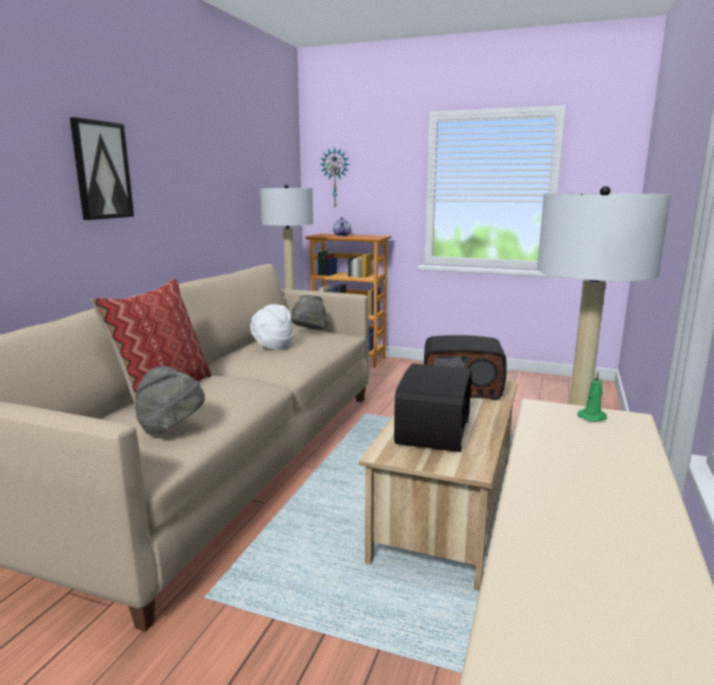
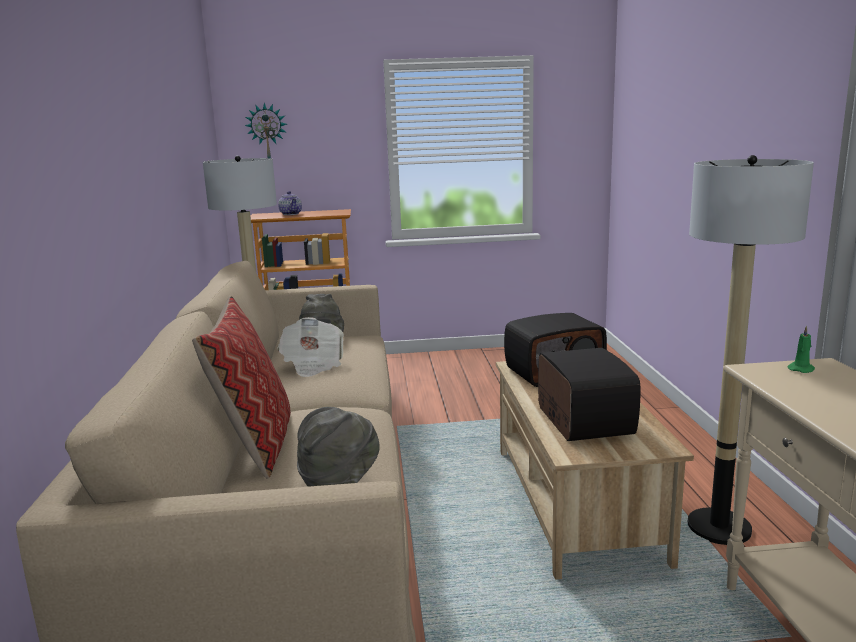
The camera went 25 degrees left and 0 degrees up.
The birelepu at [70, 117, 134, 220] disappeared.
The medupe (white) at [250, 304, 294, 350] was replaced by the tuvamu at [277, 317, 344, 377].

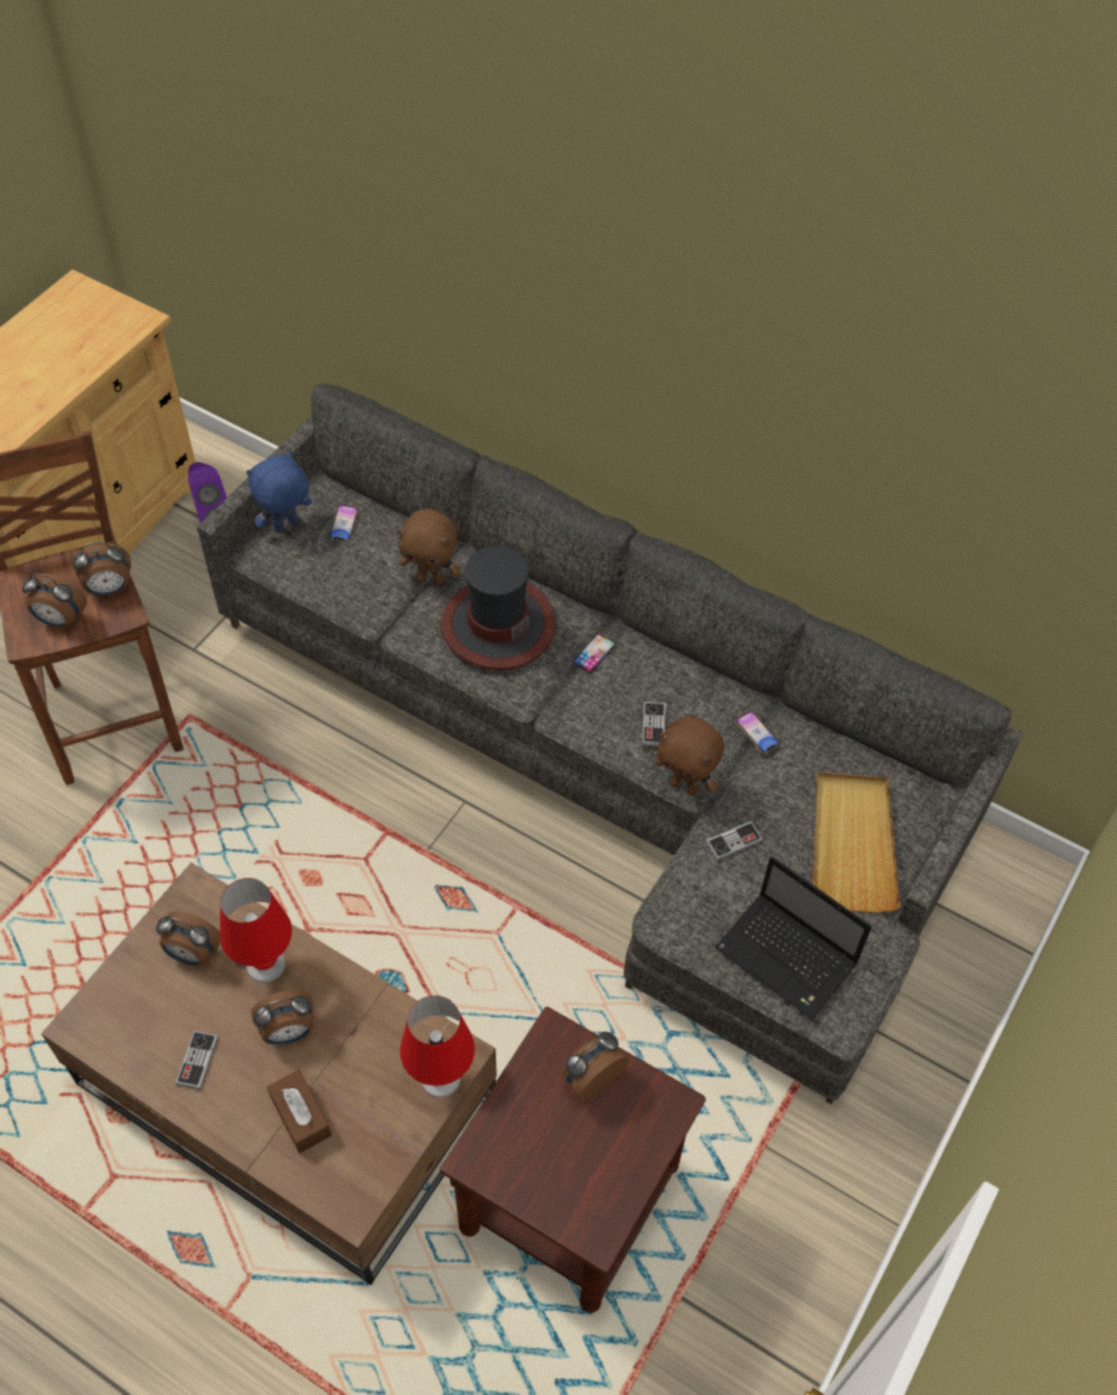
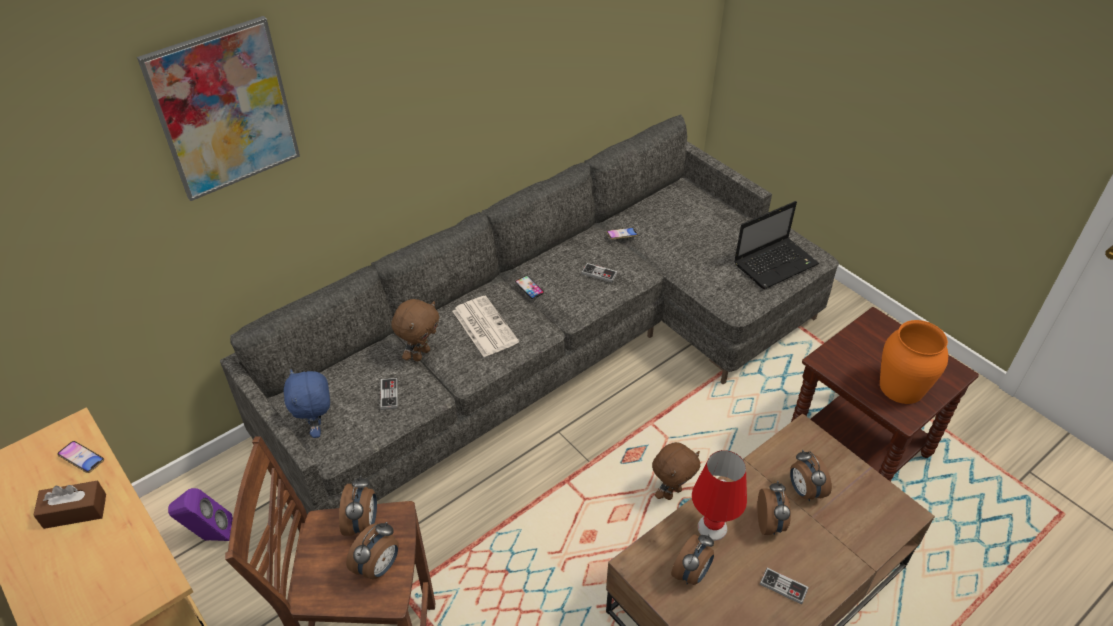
The camera went 70 degrees left and 10 degrees down.
The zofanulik moved from [329, 504, 359, 543] to [57, 441, 104, 473].
The medupe at [440, 546, 556, 670] was replaced by the tuvamu at [453, 296, 519, 357].
The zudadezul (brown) moved from [655, 716, 724, 795] to [652, 442, 700, 500].
The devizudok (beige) at [813, 772, 900, 913] disappeared.
The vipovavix moved from [706, 821, 763, 861] to [381, 378, 398, 410].
The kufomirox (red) at [400, 995, 475, 1098] disappeared.
The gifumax moved from [563, 1032, 629, 1103] to [790, 450, 832, 501].
The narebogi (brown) moved from [267, 1070, 332, 1153] to [33, 481, 106, 529].
The birelepu at [137, 16, 300, 201] appeared.
The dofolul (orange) at [880, 320, 948, 404] appeared.

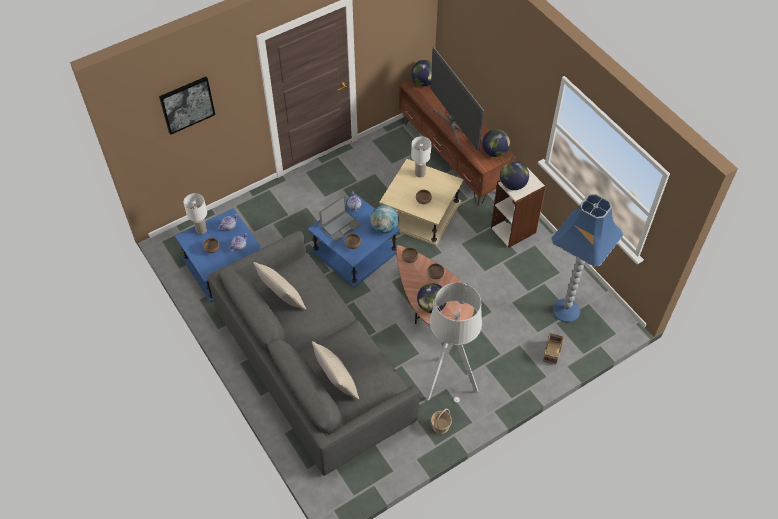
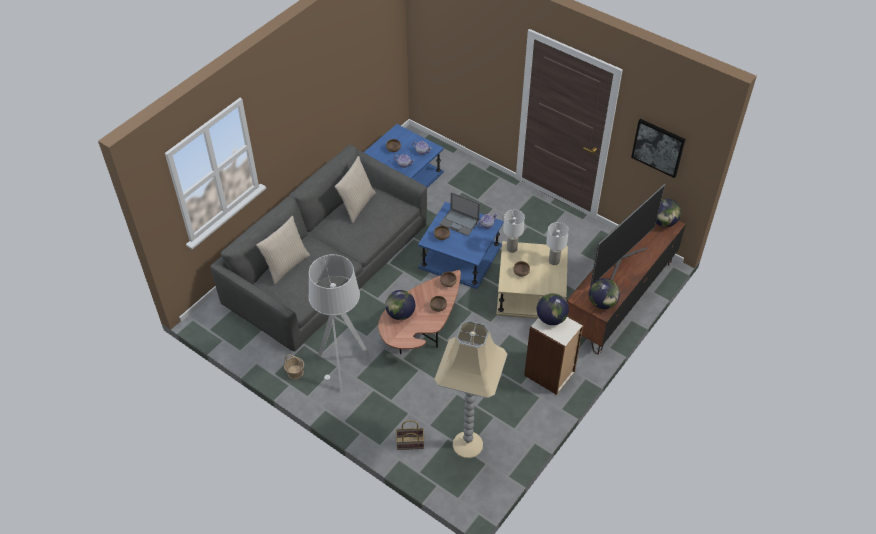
The camera went 70 degrees right and 5 degrees down.
The birelepu moved from [159, 77, 215, 135] to [631, 119, 686, 178].
The kufomirox (white) moved from [183, 193, 207, 234] to [503, 210, 525, 253].
The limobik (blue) at [551, 194, 623, 322] became the limobik (beige) at [434, 321, 508, 458].
The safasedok at [370, 205, 399, 234] disappeared.

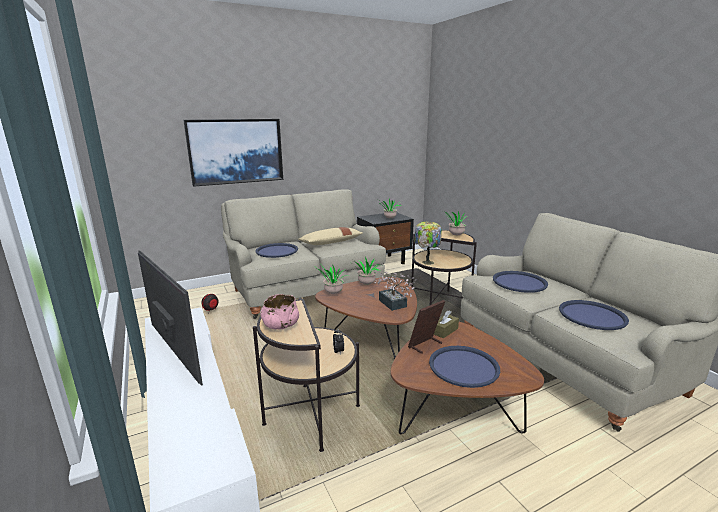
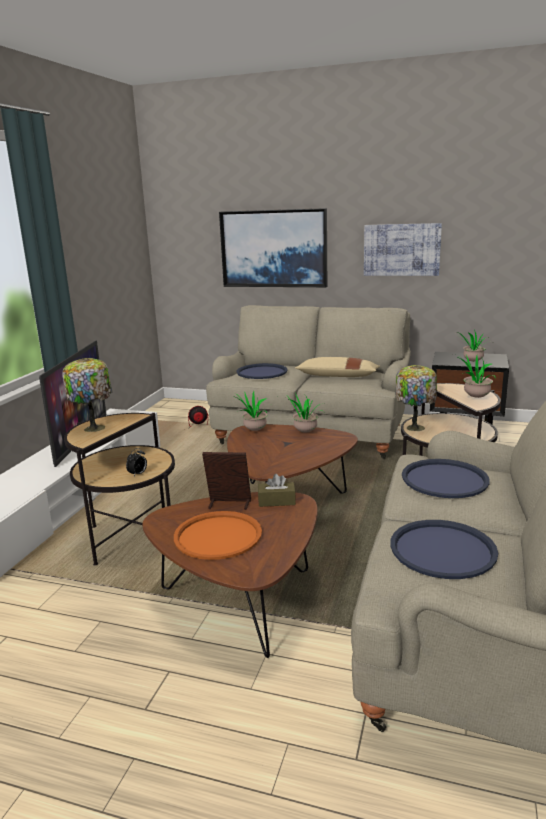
The camera went 45 degrees right and 0 degrees up.
The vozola at [374, 272, 416, 311] disappeared.
The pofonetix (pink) at [260, 294, 299, 329] was replaced by the kufomirox at [62, 358, 112, 432].
The devizudok (blue) at [429, 346, 500, 388] became the devizudok (orange) at [174, 511, 262, 560].
The birelepu at [364, 223, 442, 276] appeared.

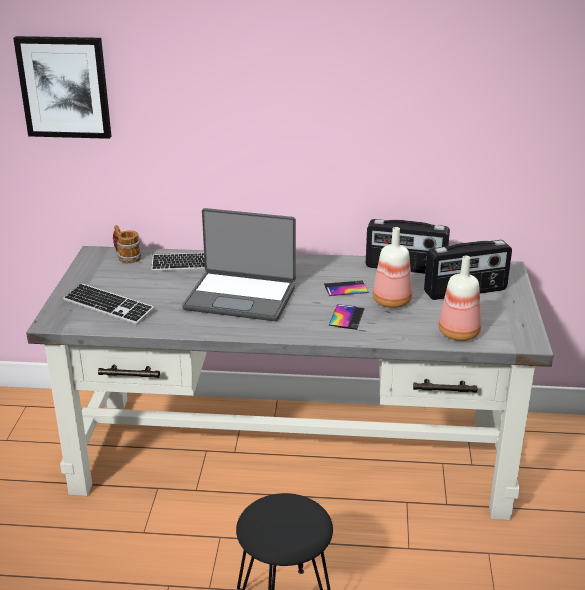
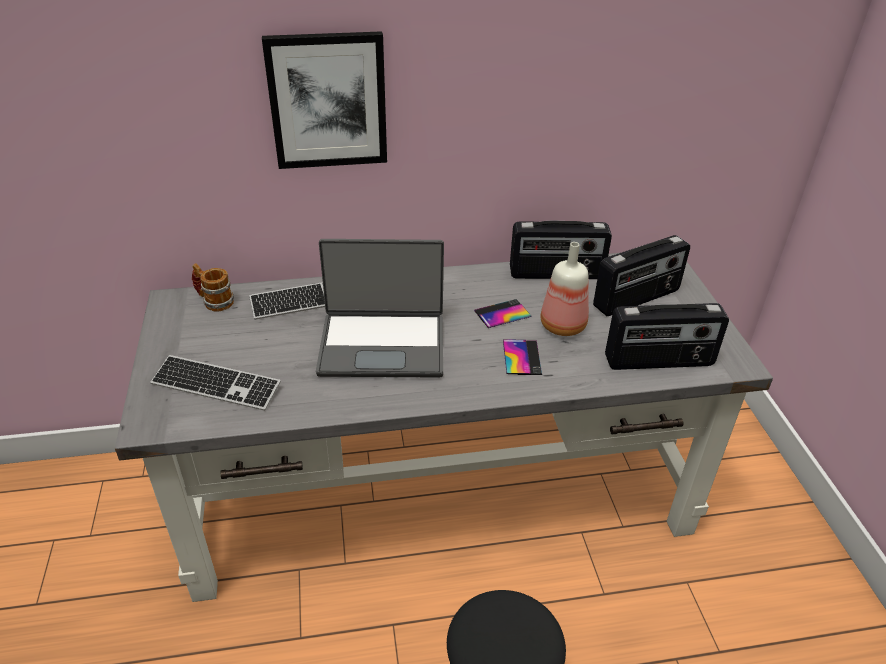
The camera went 15 degrees left and 10 degrees up.
The birelepu moved from [13, 36, 111, 139] to [262, 31, 387, 169].
The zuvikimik at [439, 256, 481, 341] was replaced by the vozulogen at [605, 303, 729, 370].

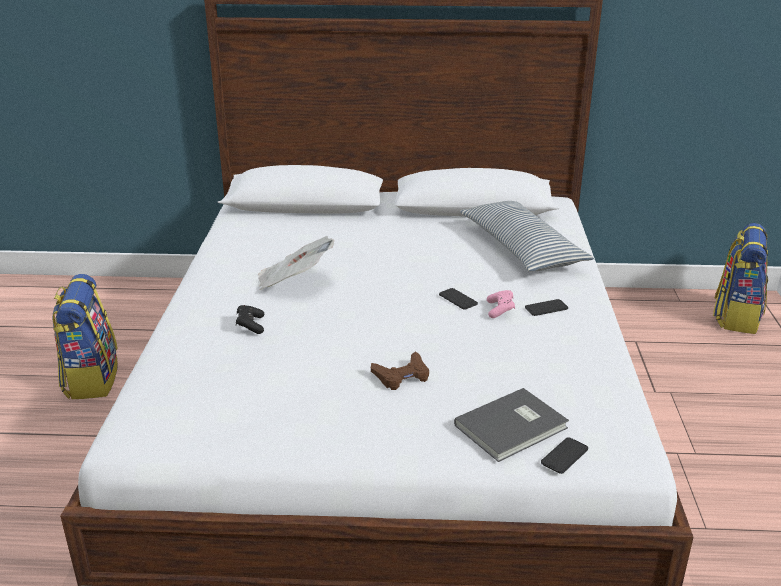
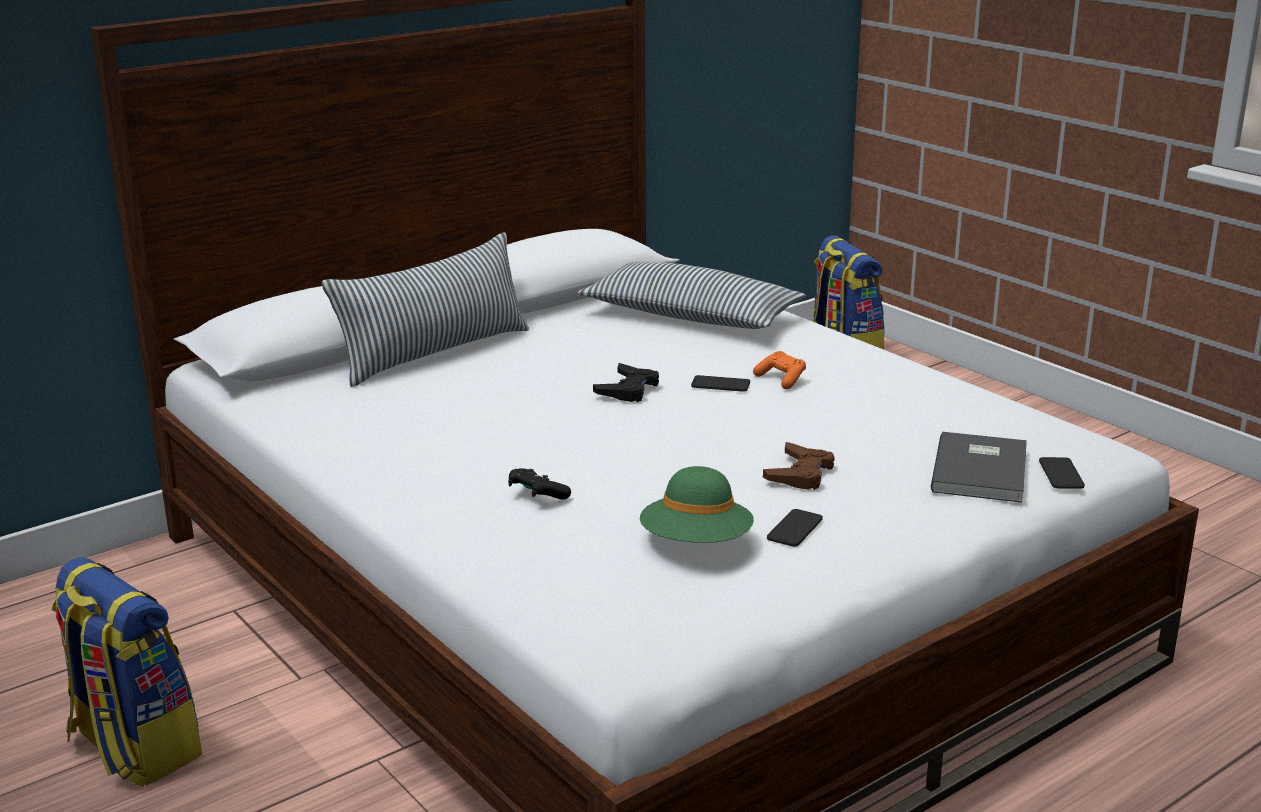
The camera went 40 degrees left and 5 degrees down.
The tuvamu at [258, 236, 334, 290] disappeared.
The vipovavix (pink) at [487, 290, 515, 318] became the vipovavix (orange) at [753, 351, 806, 389].
The zofanulik moved from [525, 299, 568, 316] to [767, 509, 823, 547].
The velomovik at [322, 233, 529, 387] appeared.
The vipovavix (black) at [593, 363, 659, 402] appeared.
The medupe (green) at [640, 466, 754, 543] appeared.

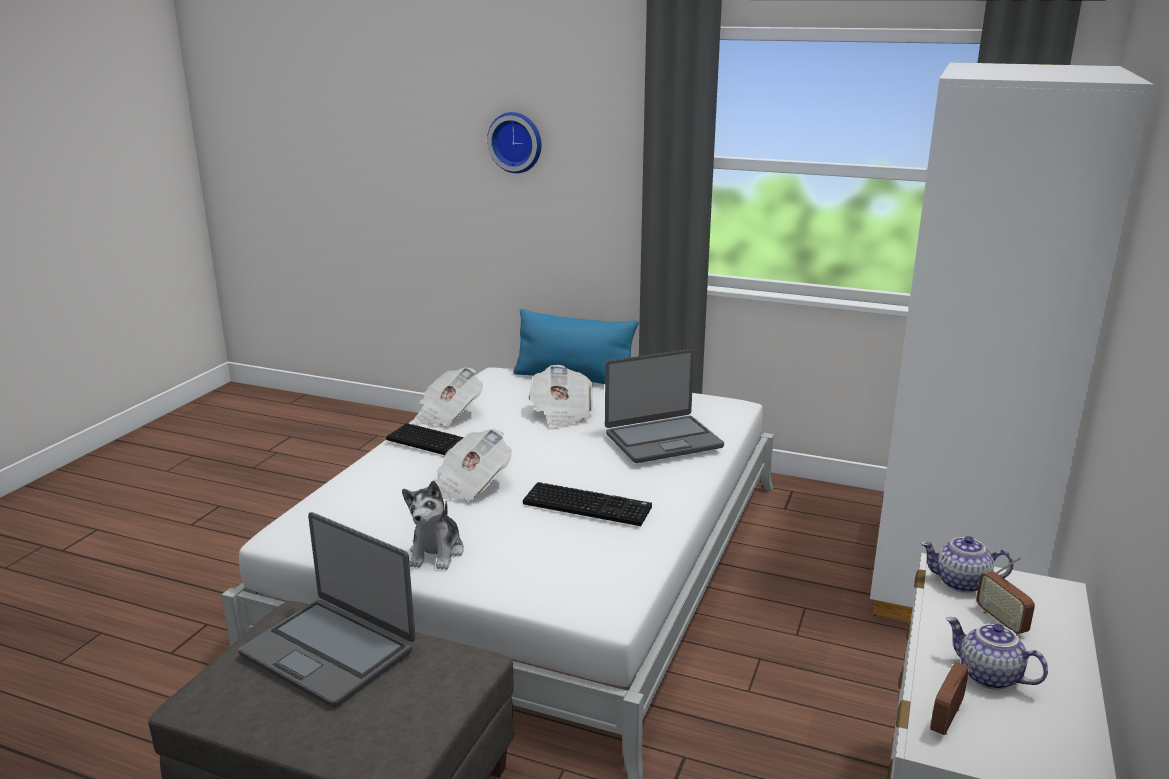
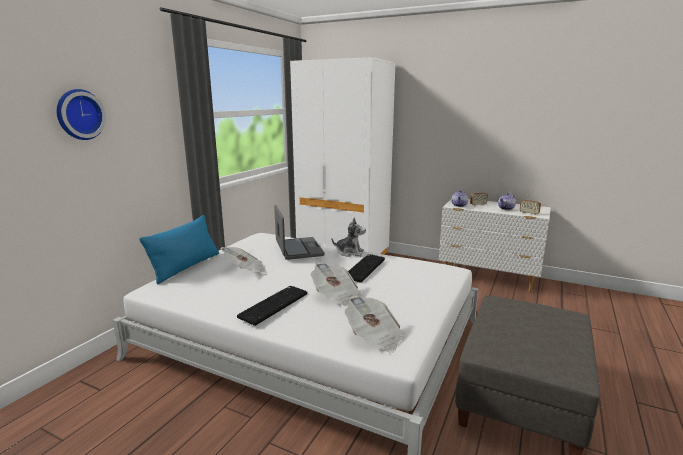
The camera went 85 degrees left and 5 degrees down.
The tuvamu moved from [414, 367, 483, 425] to [345, 296, 404, 353].
The zudadezul moved from [402, 481, 464, 570] to [331, 218, 366, 257].
The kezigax at [239, 512, 415, 708] disappeared.

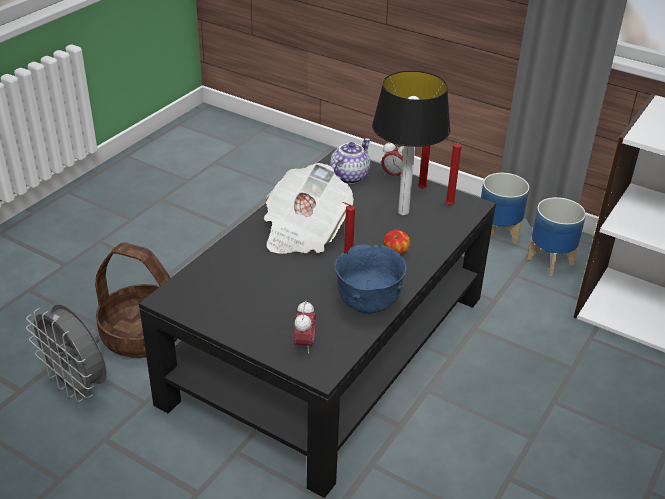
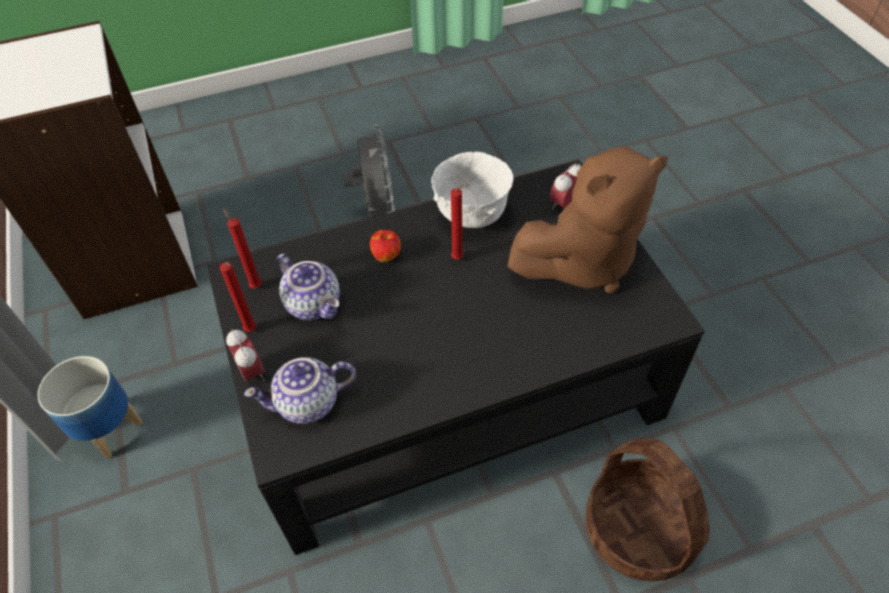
The camera went 140 degrees left and 15 degrees up.
The kufomirox at [372, 71, 451, 215] was replaced by the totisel at [277, 253, 340, 320].
The tuvamu at [264, 163, 354, 254] disappeared.
The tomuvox at [527, 197, 586, 276] disappeared.
The pofonetix (blue) at [334, 245, 407, 314] became the pofonetix (white) at [431, 152, 513, 228].
The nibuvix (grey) moved from [26, 304, 107, 402] to [343, 125, 395, 219].
The zudadezul (brown) at [507, 146, 668, 293] appeared.

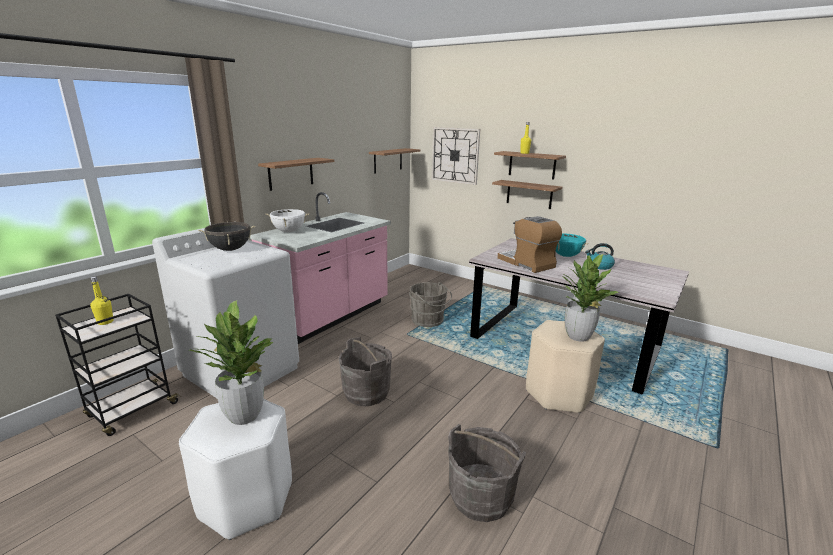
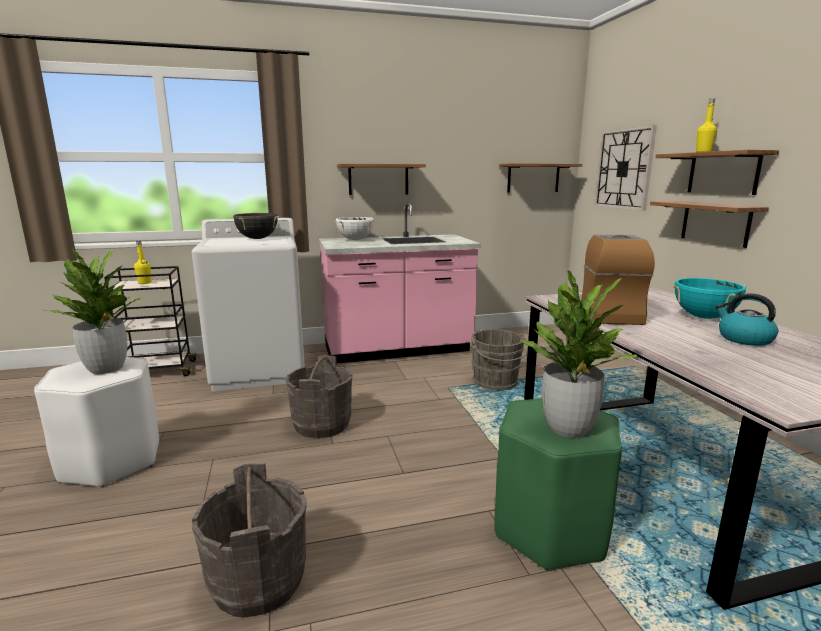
The camera went 40 degrees right and 5 degrees down.
The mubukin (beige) at [526, 320, 605, 413] became the mubukin (green) at [495, 398, 622, 570].

